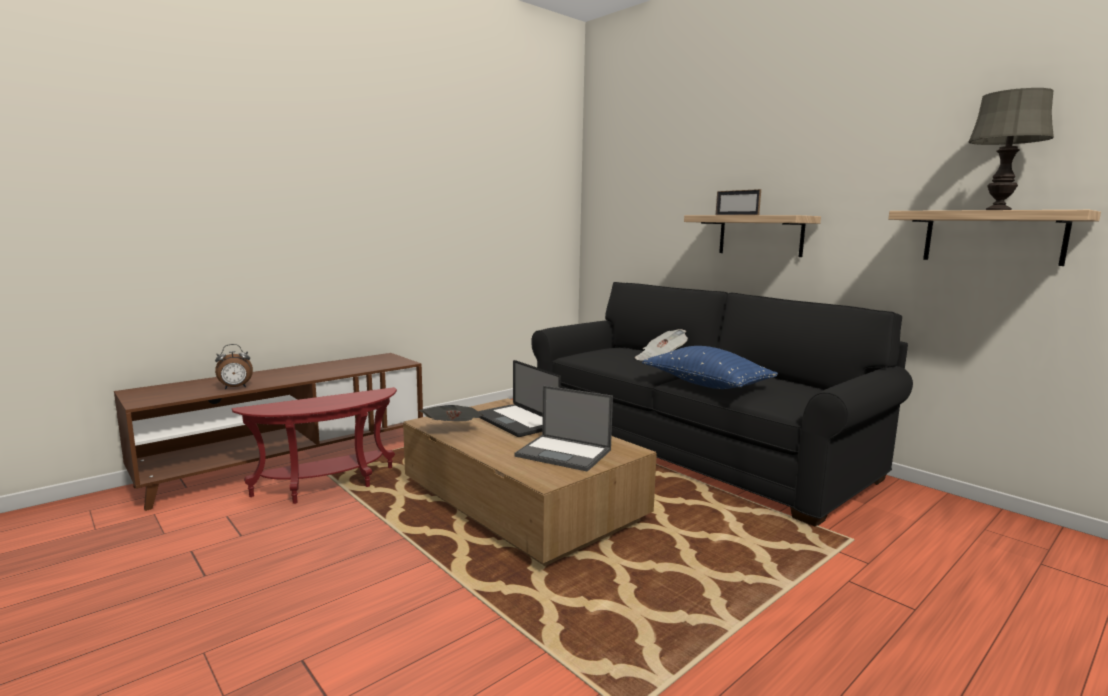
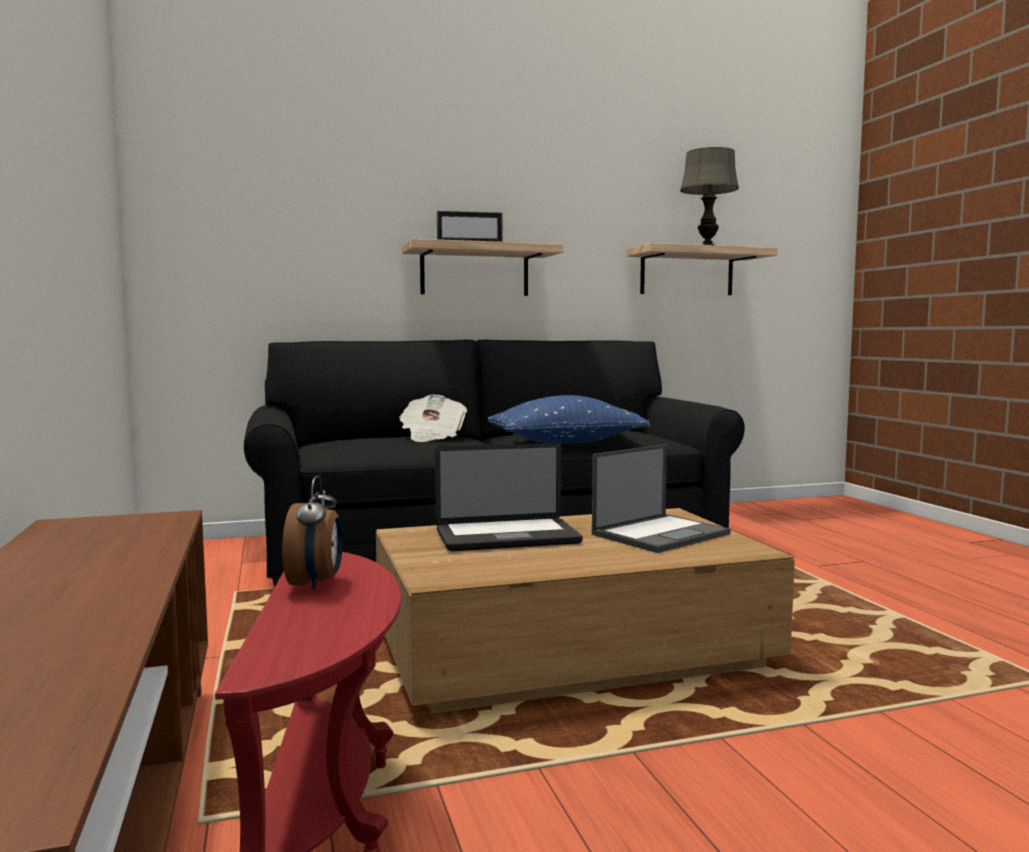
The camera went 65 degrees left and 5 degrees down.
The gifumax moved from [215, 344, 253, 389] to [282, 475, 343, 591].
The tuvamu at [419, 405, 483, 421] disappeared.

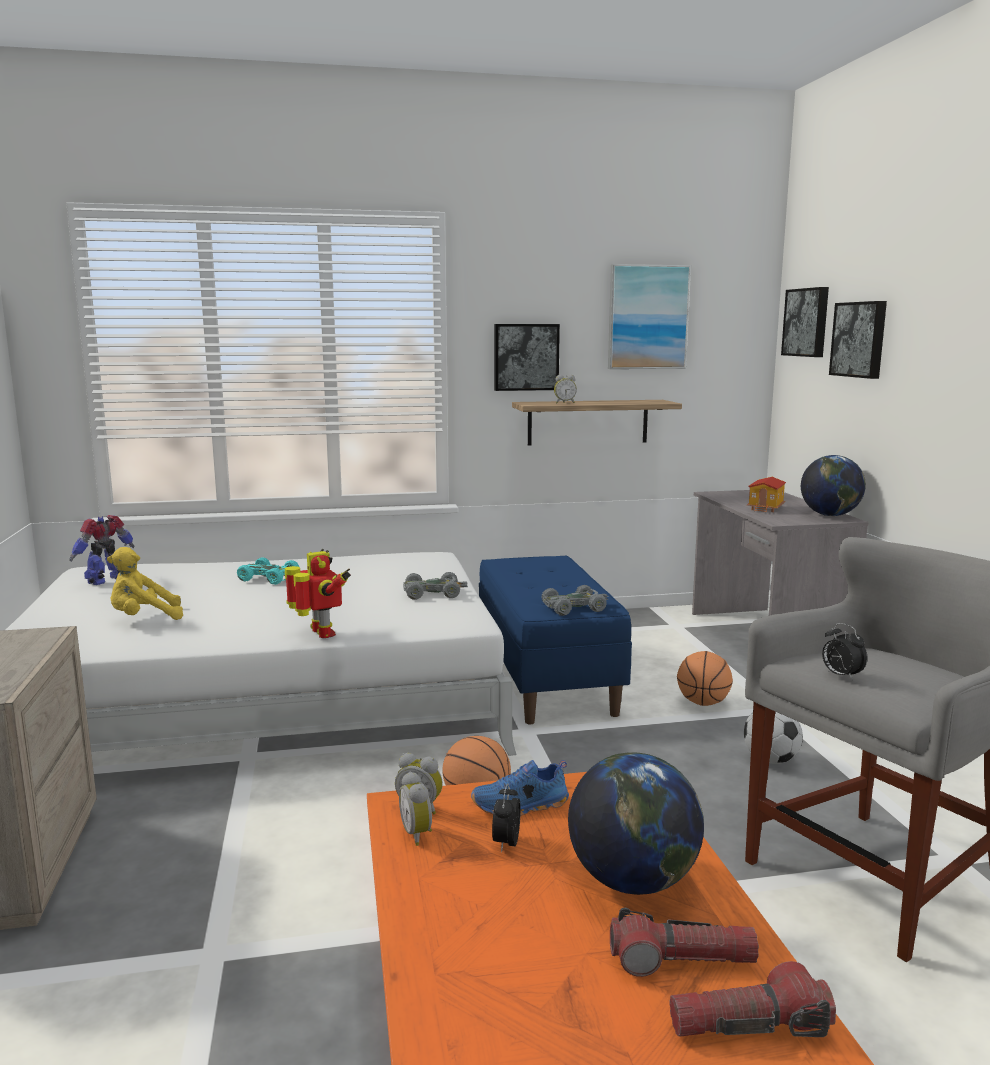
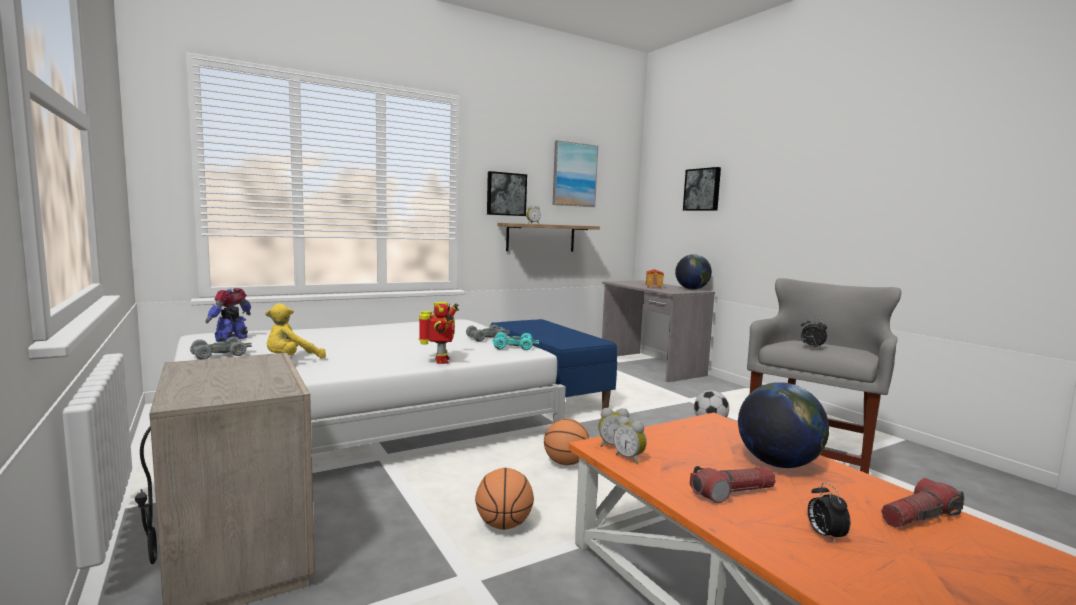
The camera went 20 degrees left and 5 degrees down.
The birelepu at [781, 287, 829, 357] disappeared.
The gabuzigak at [285, 549, 351, 638] turned 45 degrees clockwise.
The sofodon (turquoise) moved from [237, 557, 299, 585] to [493, 332, 539, 350].
The sofodon (grey) moved from [542, 585, 608, 616] to [190, 336, 252, 360].
The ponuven moved from [677, 651, 733, 706] to [475, 468, 534, 530].
The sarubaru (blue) at [471, 760, 569, 816] disappeared.
The gifumax moved from [492, 783, 521, 852] to [808, 482, 850, 544].
The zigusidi moved from [610, 908, 759, 977] to [690, 466, 776, 503].

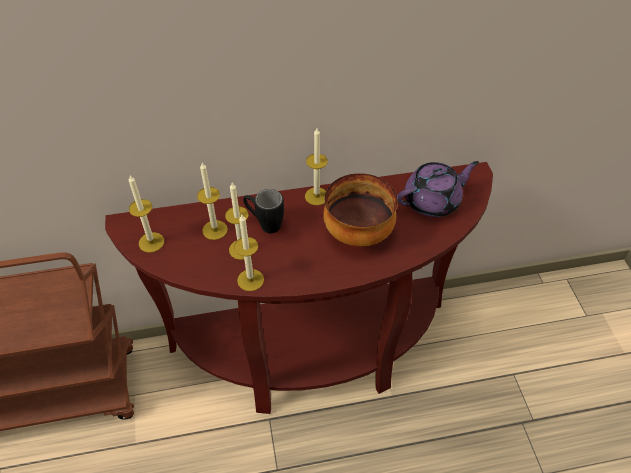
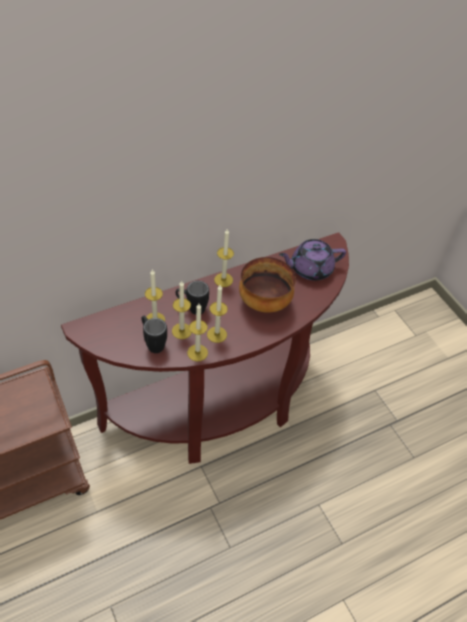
The camera went 20 degrees left and 0 degrees up.
The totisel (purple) at [397, 161, 479, 217] turned 150 degrees counterclockwise.
The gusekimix moved from [129, 175, 164, 253] to [207, 285, 228, 343].
The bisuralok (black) at [141, 316, 167, 353] appeared.

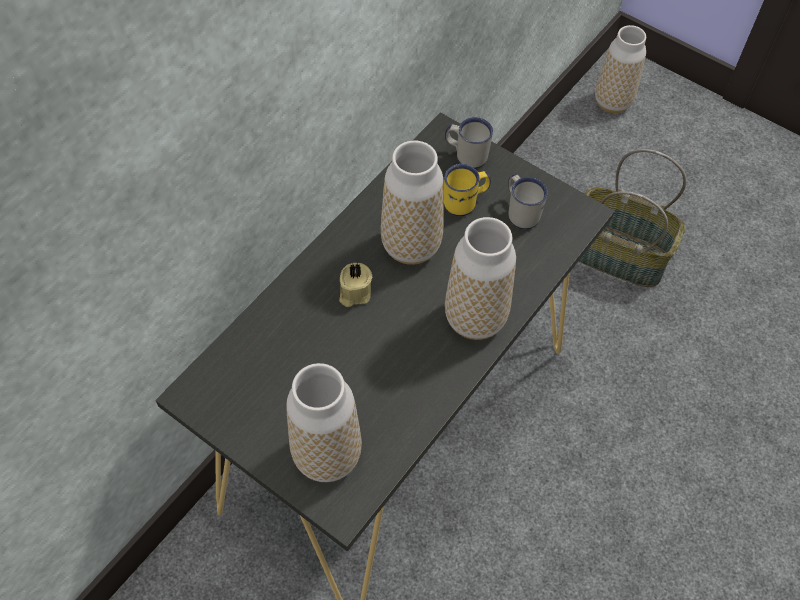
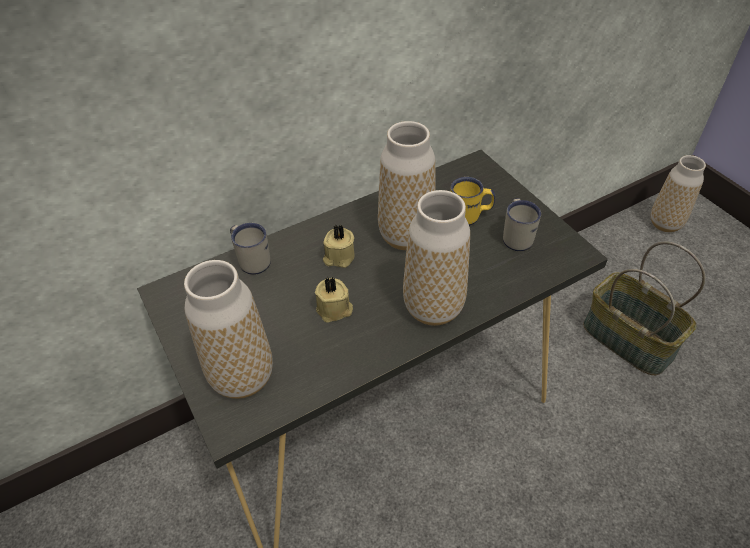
The camera went 25 degrees right and 10 degrees down.
The bisuralok (white) moved from [445, 117, 493, 169] to [230, 223, 271, 275].
The gusekimix (beige) at [315, 277, 353, 323] appeared.

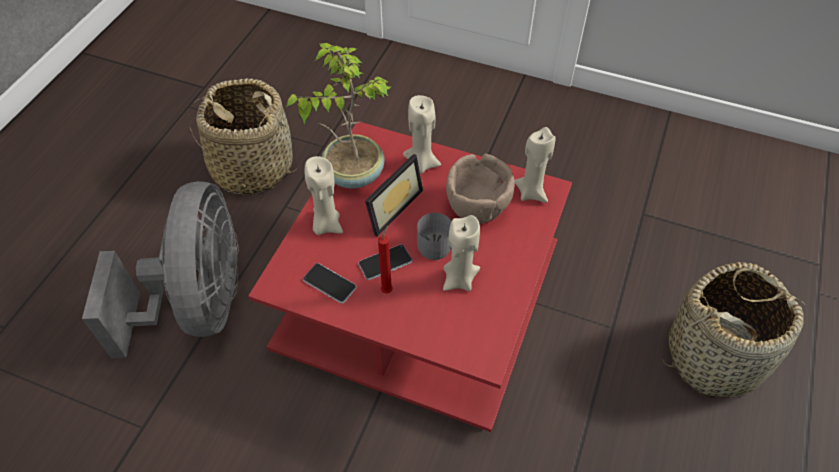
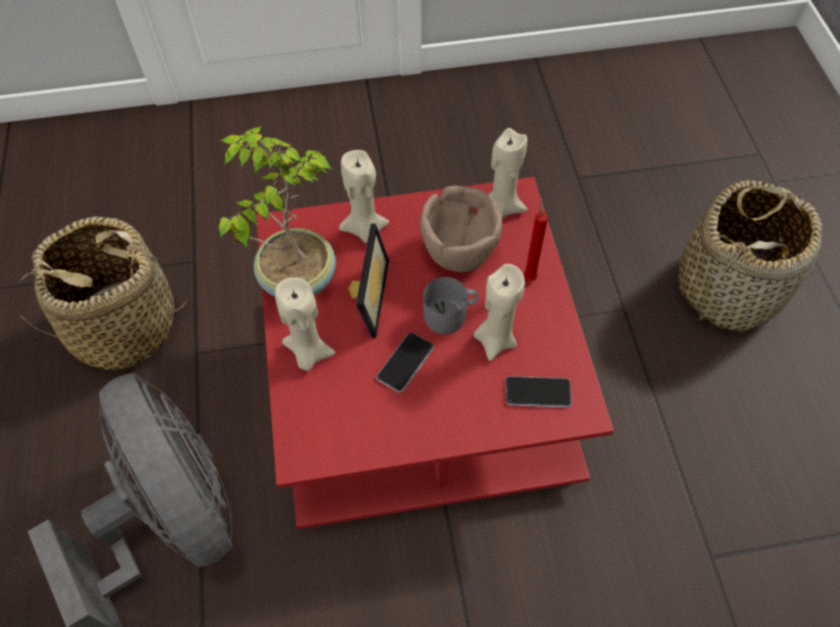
The camera went 30 degrees left and 5 degrees up.
The gusekimix (red) moved from [378, 226, 393, 294] to [524, 199, 548, 281].
The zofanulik moved from [303, 263, 357, 303] to [506, 376, 572, 408].

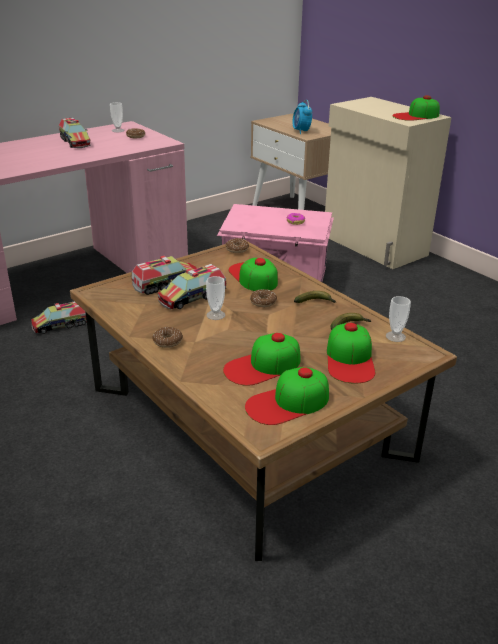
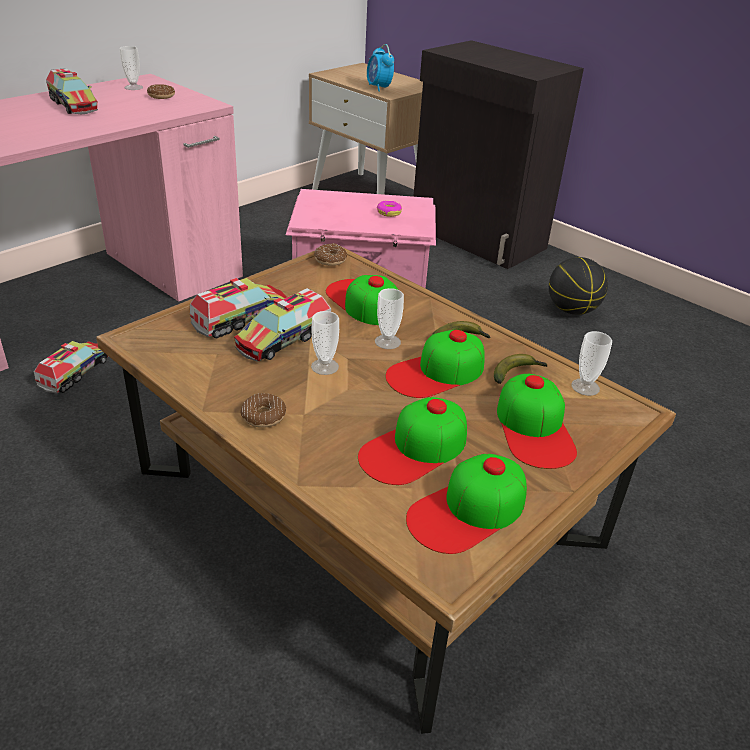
The camera went 10 degrees left and 5 degrees up.
The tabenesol moved from [392, 95, 440, 121] to [385, 330, 485, 398].
The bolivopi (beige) at [325, 97, 452, 269] became the bolivopi (black) at [413, 40, 584, 269].
The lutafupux at [250, 289, 277, 307] was replaced by the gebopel at [375, 288, 404, 349].
The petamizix at [31, 302, 87, 334] turned 150 degrees clockwise.
The ponuven at [549, 257, 608, 315] appeared.

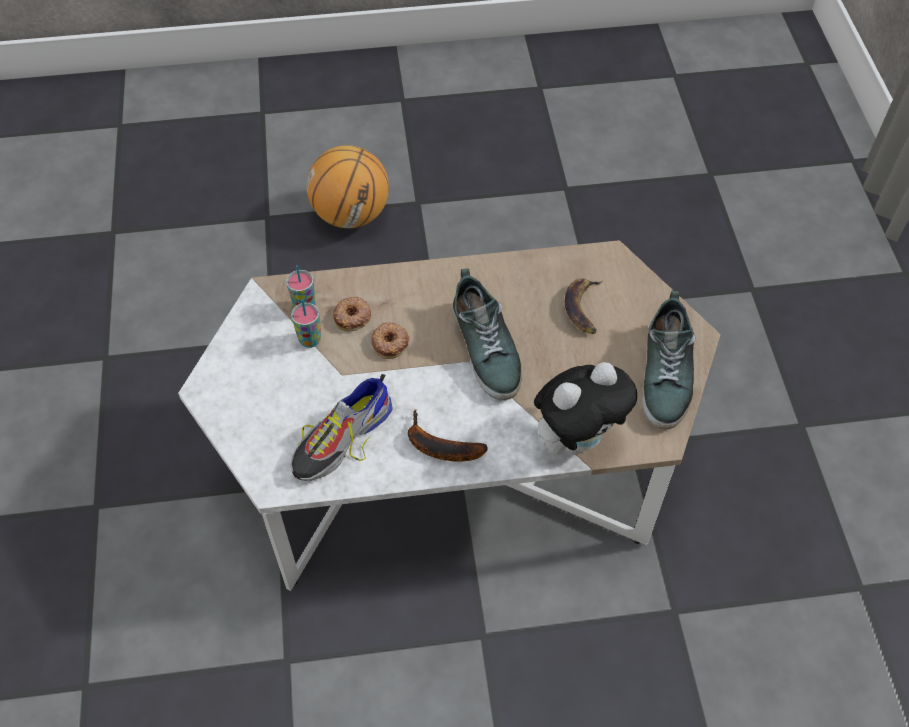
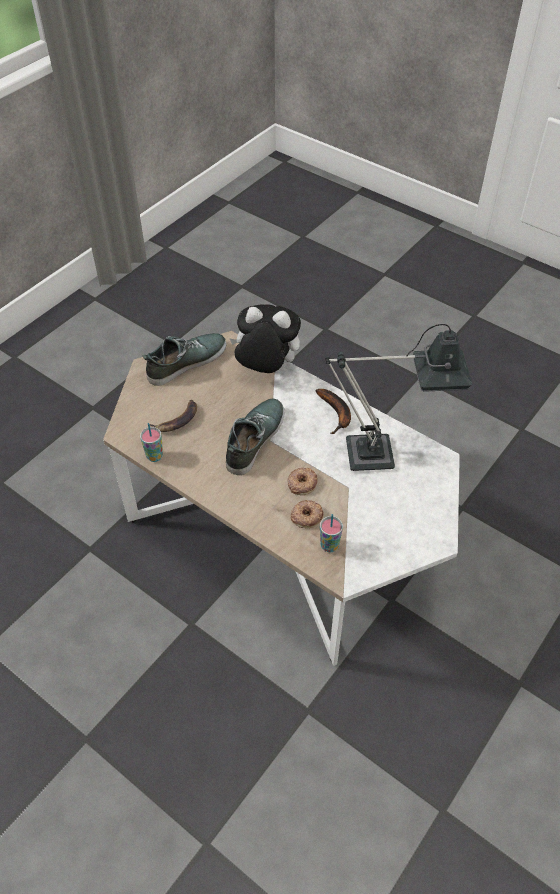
The camera went 135 degrees left and 5 degrees down.
The ponuven at [307, 145, 389, 228] disappeared.
The gebopel moved from [291, 299, 321, 348] to [140, 423, 163, 462].
The sarubaru at [290, 374, 393, 481] was replaced by the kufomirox at [325, 324, 472, 471].

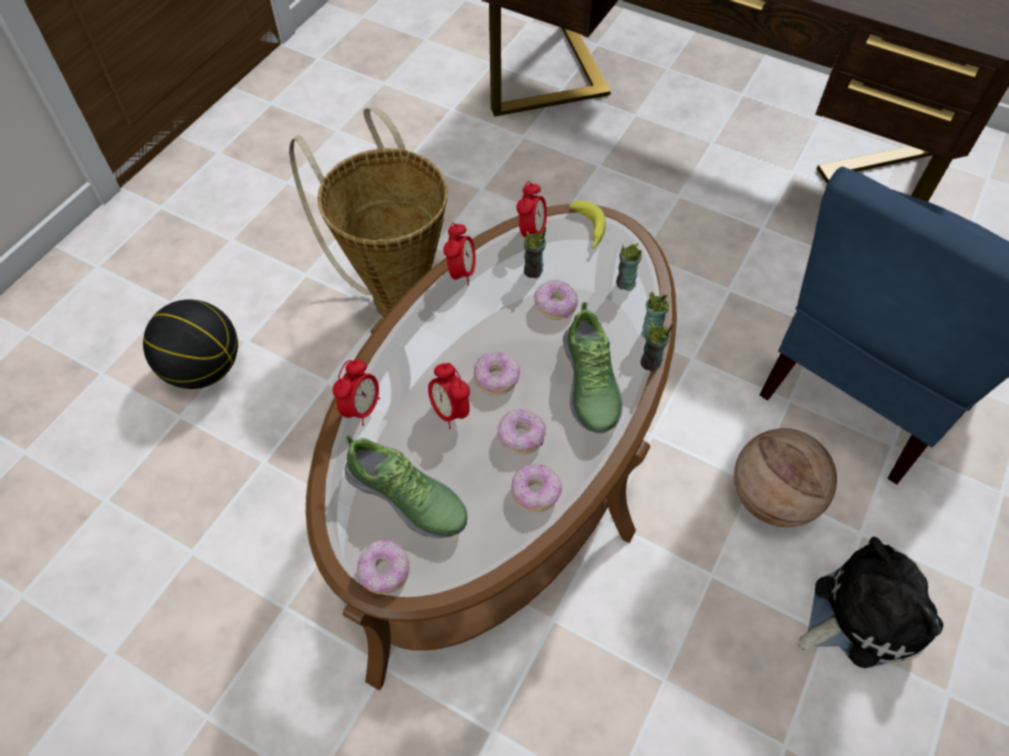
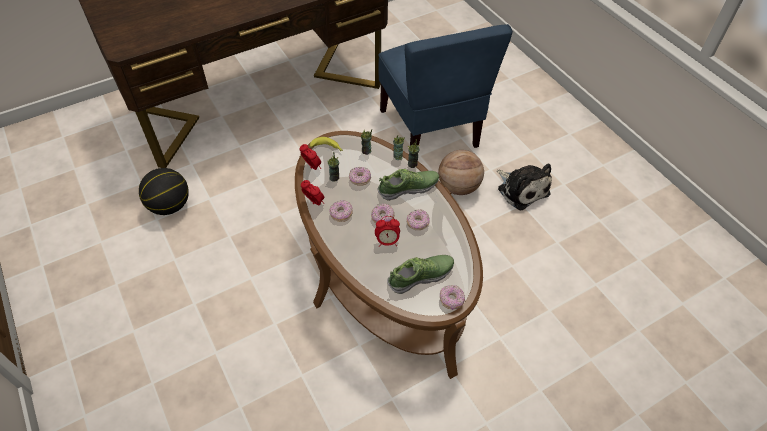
The camera went 60 degrees left and 5 degrees down.
The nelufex at [289, 107, 448, 317] disappeared.
The ponuven moved from [143, 299, 238, 389] to [139, 168, 189, 215].
The sarubaru at [563, 302, 623, 434] turned 45 degrees counterclockwise.
The gifumax at [333, 360, 380, 426] disappeared.
The lutafupux moved from [511, 464, 562, 513] to [329, 200, 353, 222].
The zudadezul at [798, 537, 943, 668] turned 135 degrees clockwise.

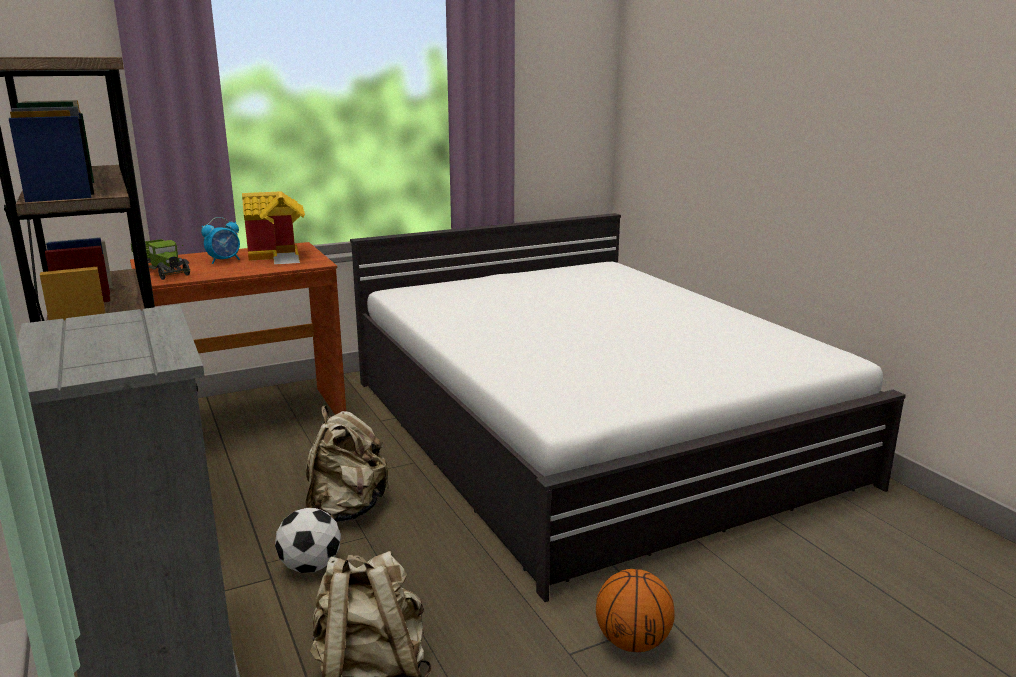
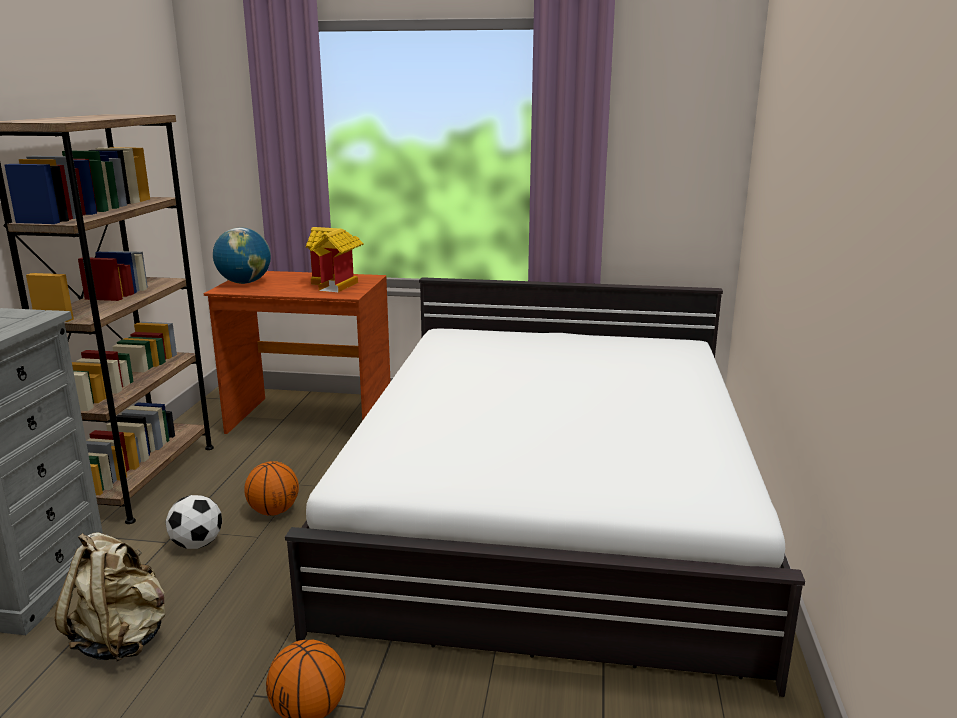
The camera went 35 degrees right and 0 degrees up.
The gifumax at [201, 217, 240, 264] disappeared.
The petamizix at [131, 239, 190, 280] was replaced by the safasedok at [213, 227, 271, 284].
The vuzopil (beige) at [306, 405, 390, 522] was replaced by the ponuven at [244, 461, 299, 515].

